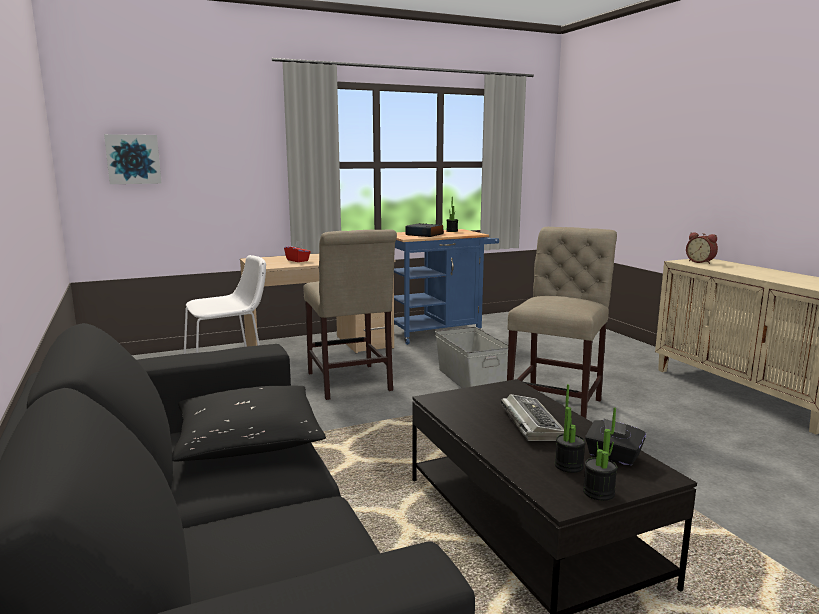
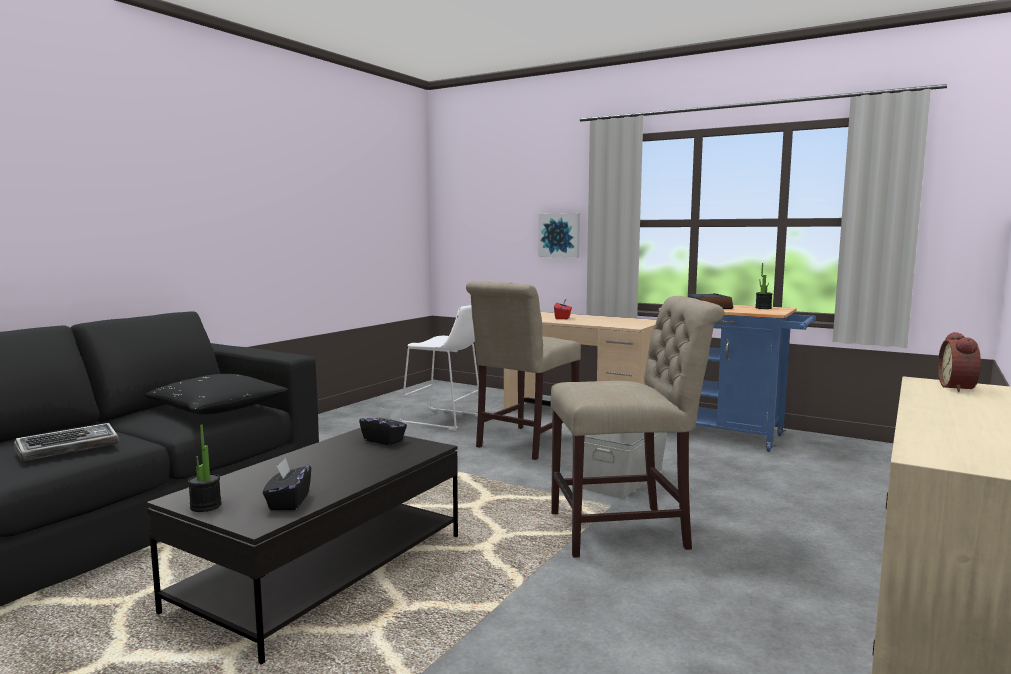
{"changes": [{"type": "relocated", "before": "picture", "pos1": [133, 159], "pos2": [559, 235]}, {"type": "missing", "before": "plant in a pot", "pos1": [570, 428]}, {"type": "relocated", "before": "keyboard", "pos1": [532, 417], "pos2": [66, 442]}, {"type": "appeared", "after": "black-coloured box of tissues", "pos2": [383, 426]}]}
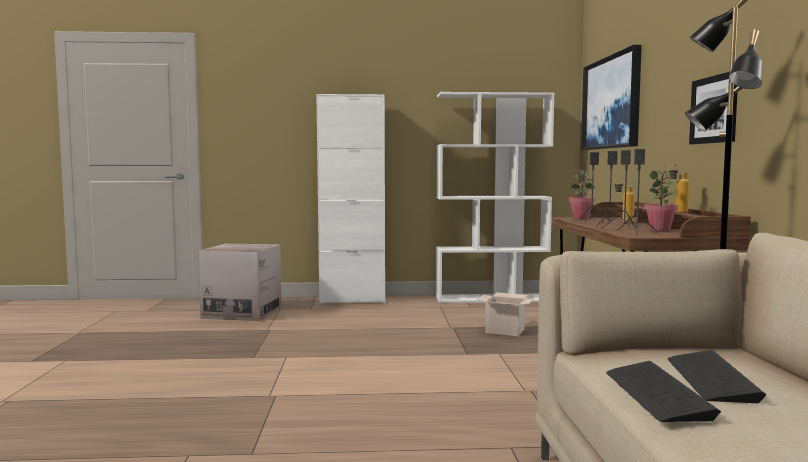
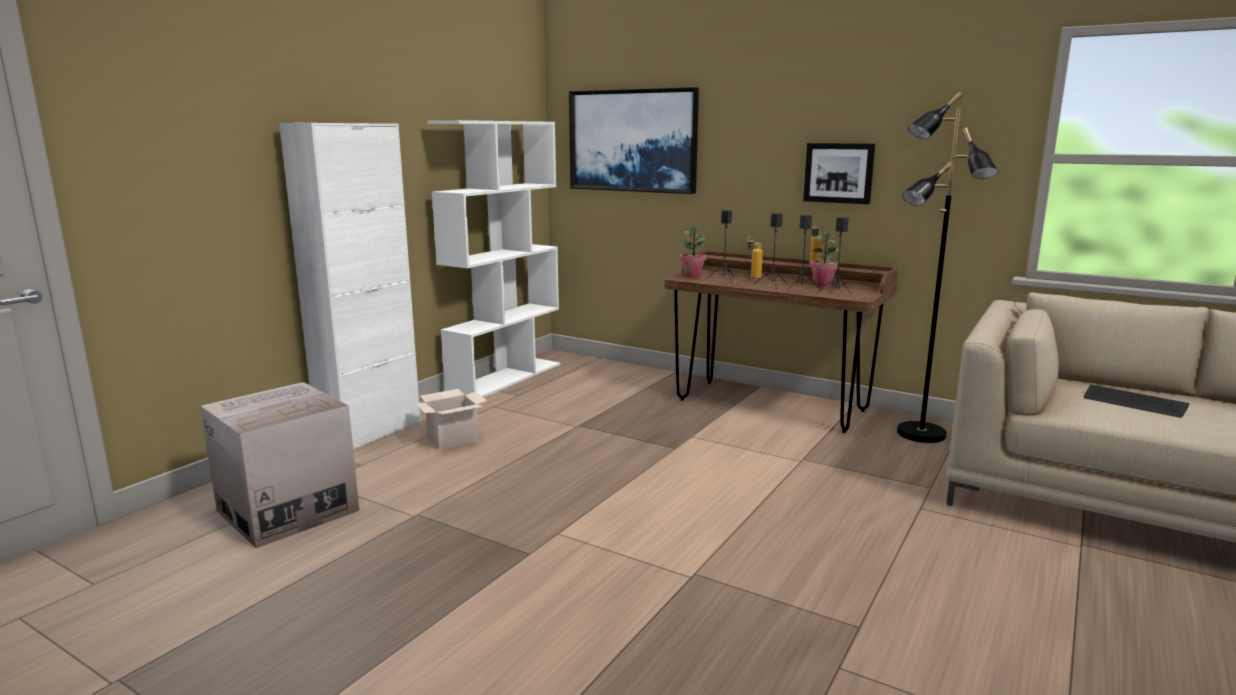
{"changes": [{"type": "relocated", "before": "carton", "pos1": [505, 314], "pos2": [450, 419]}, {"type": "missing", "before": "keyboard", "pos1": [663, 391]}]}
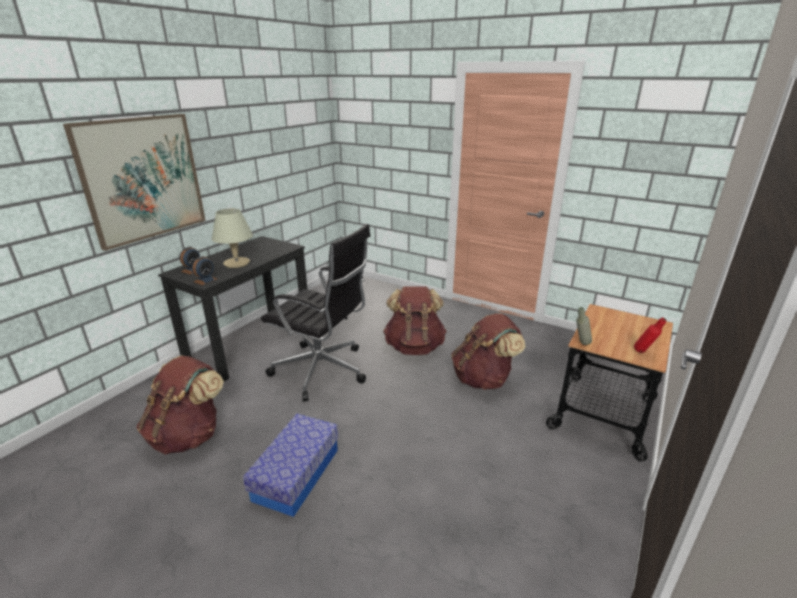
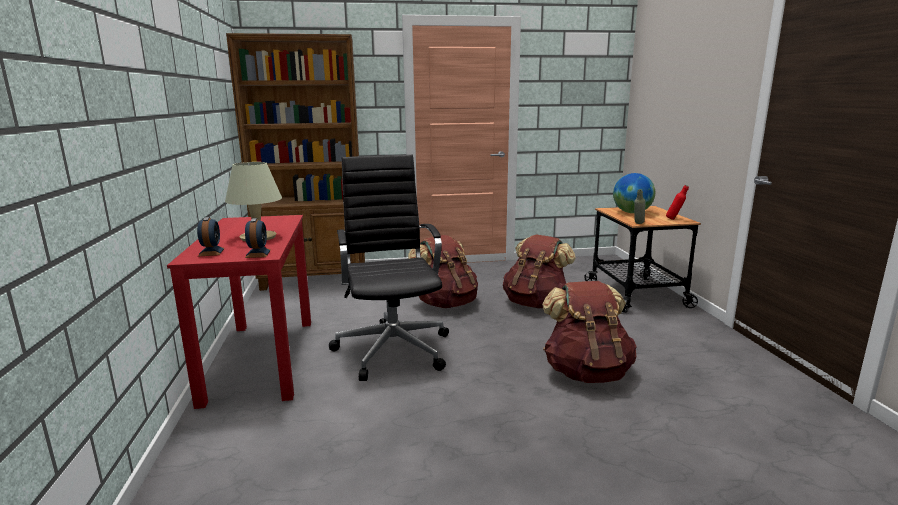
{"changes": [{"type": "missing", "before": "picture", "pos1": [134, 182]}, {"type": "spun", "before": "black-coloured computer chair", "pos1": [315, 313], "pos2": [389, 268], "turn": -90}, {"type": "colour", "before": "black-coloured desk table", "after": "red-coloured desk table", "pos1": [232, 309], "pos2": [239, 312]}, {"type": "relocated", "before": "brown knapsack", "pos1": [180, 404], "pos2": [589, 332]}, {"type": "missing", "before": "storage bin", "pos1": [291, 465]}, {"type": "appeared", "after": "brown bookshelf", "pos2": [295, 162]}, {"type": "appeared", "after": "globe", "pos2": [634, 193]}]}
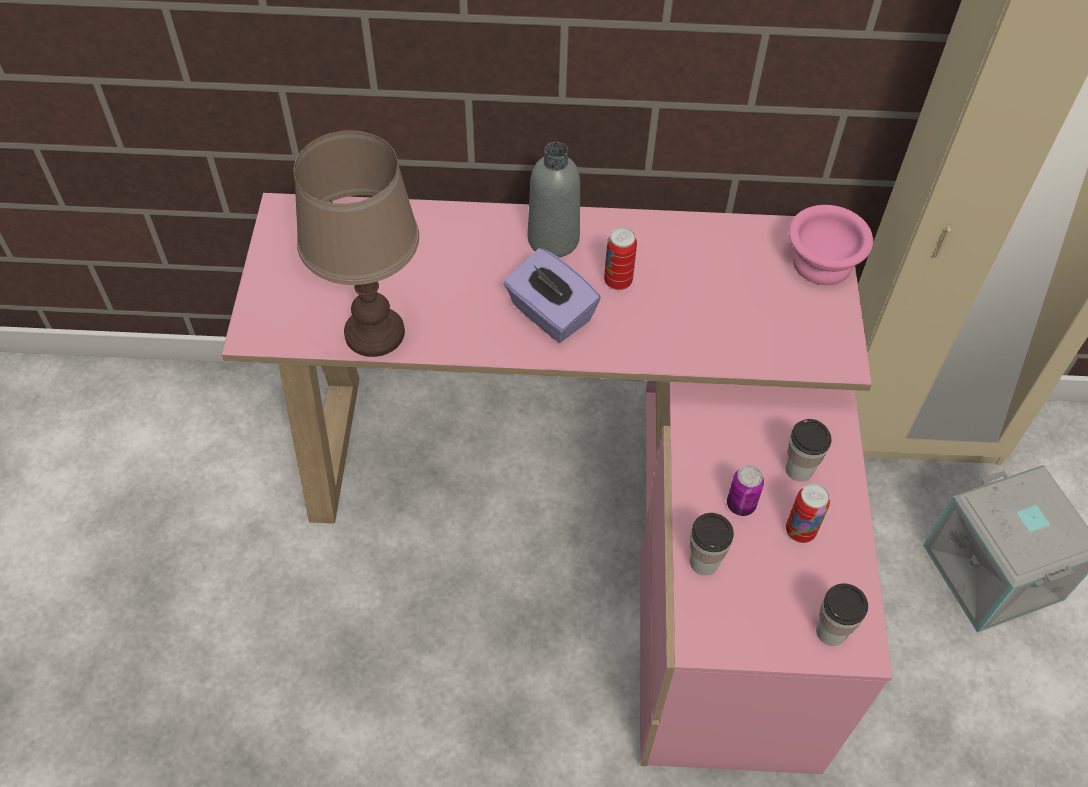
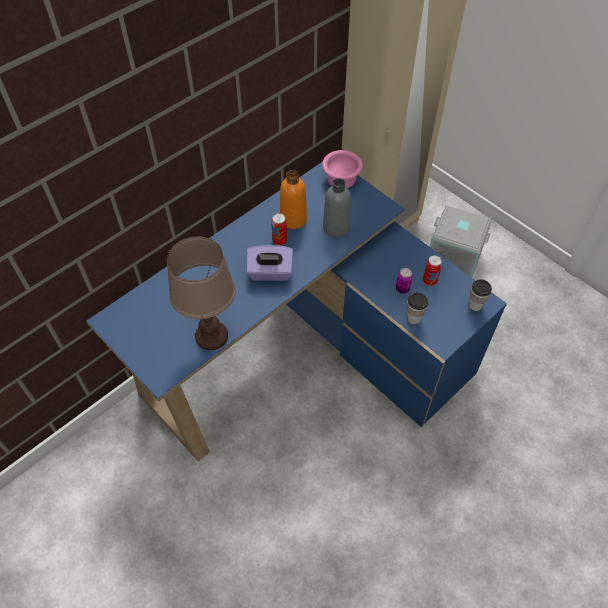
{"changes": [{"type": "relocated", "before": "gray bottle", "pos1": [554, 199], "pos2": [337, 207]}, {"type": "colour", "before": "pink-coloured desk table", "after": "blue desk table", "pos1": [557, 483], "pos2": [296, 312]}, {"type": "missing", "before": "small cup", "pos1": [808, 450]}, {"type": "appeared", "after": "orangey bottle", "pos2": [293, 199]}]}
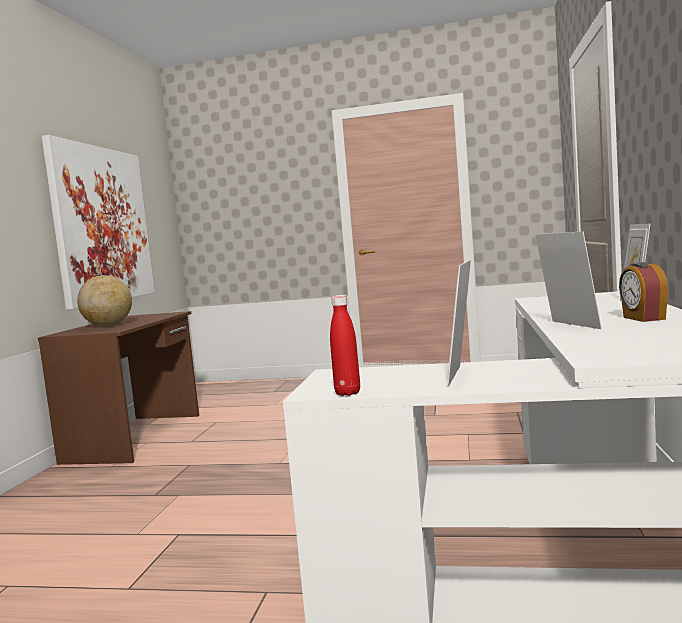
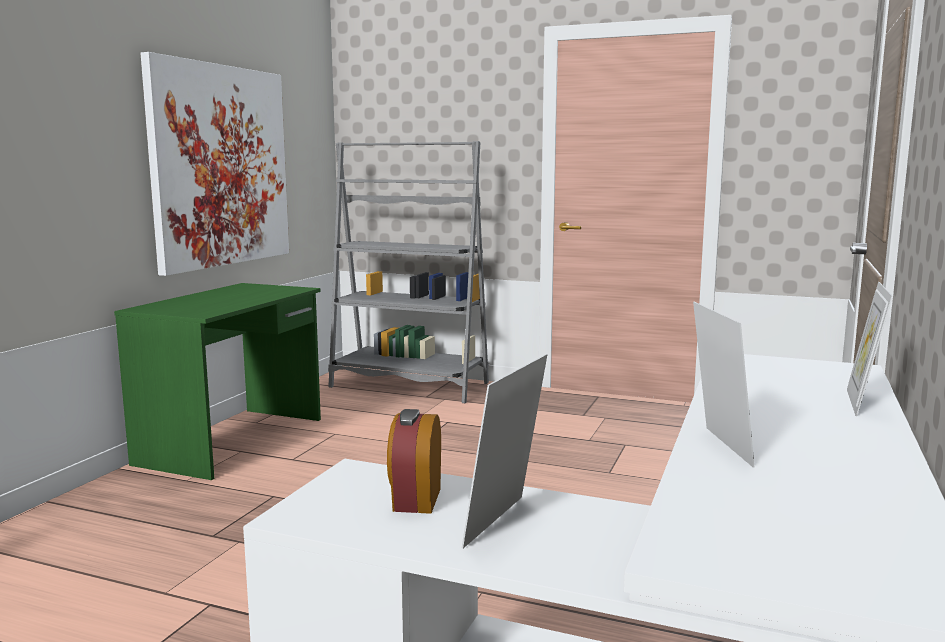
{"changes": [{"type": "relocated", "before": "alarm clock", "pos1": [643, 292], "pos2": [414, 461]}, {"type": "missing", "before": "globe", "pos1": [104, 301]}, {"type": "missing", "before": "red-coloured bottle", "pos1": [345, 345]}, {"type": "colour", "before": "brown desk table", "after": "green-coloured desk table", "pos1": [118, 388], "pos2": [217, 381]}, {"type": "appeared", "after": "gray bookshelf", "pos2": [408, 272]}]}
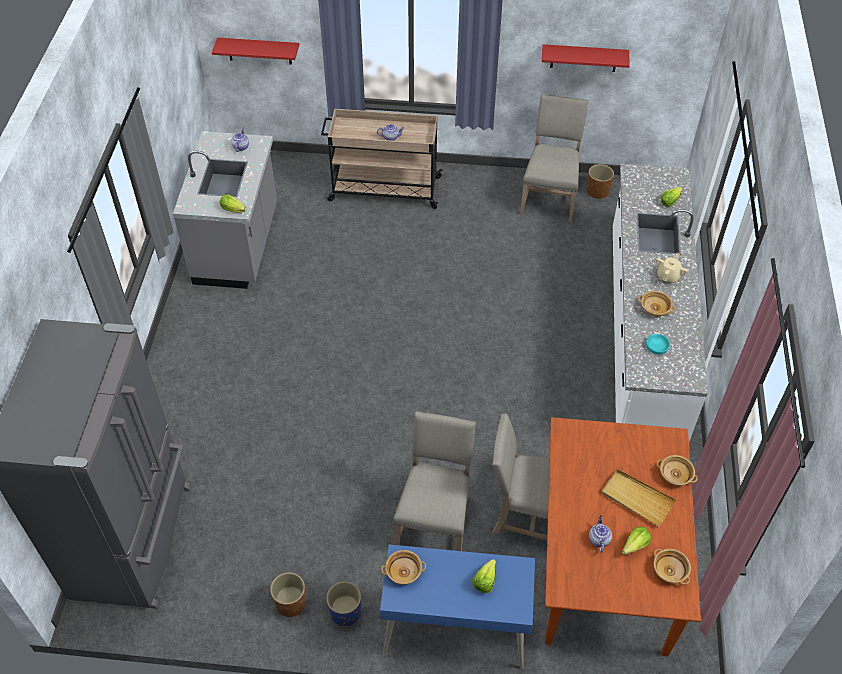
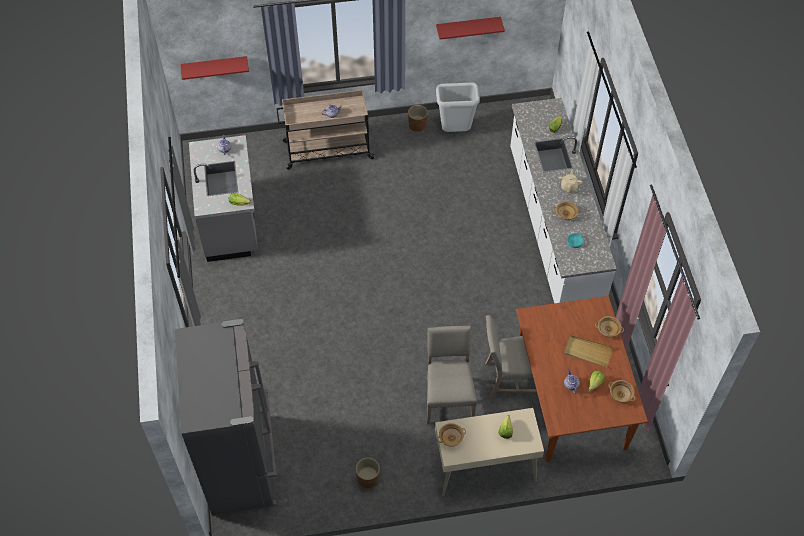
{"changes": [{"type": "exchanged", "before": "sand-coloured chair", "after": "gray rubbish bin", "pos1": [554, 158], "pos2": [458, 107]}, {"type": "relocated", "before": "brown flower pot", "pos1": [600, 181], "pos2": [418, 118]}, {"type": "colour", "before": "blue desk table", "after": "sand-coloured desk table", "pos1": [457, 606], "pos2": [489, 452]}, {"type": "missing", "before": "blue flower pot", "pos1": [343, 604]}]}
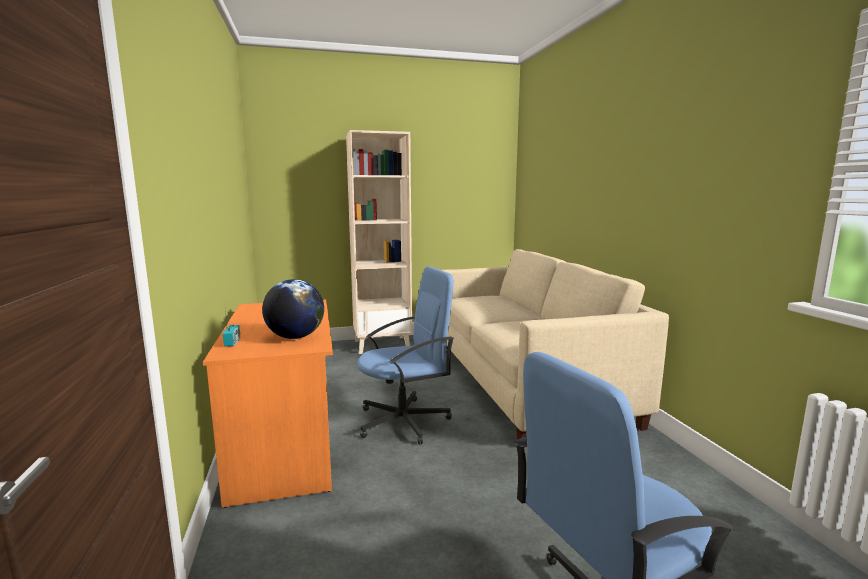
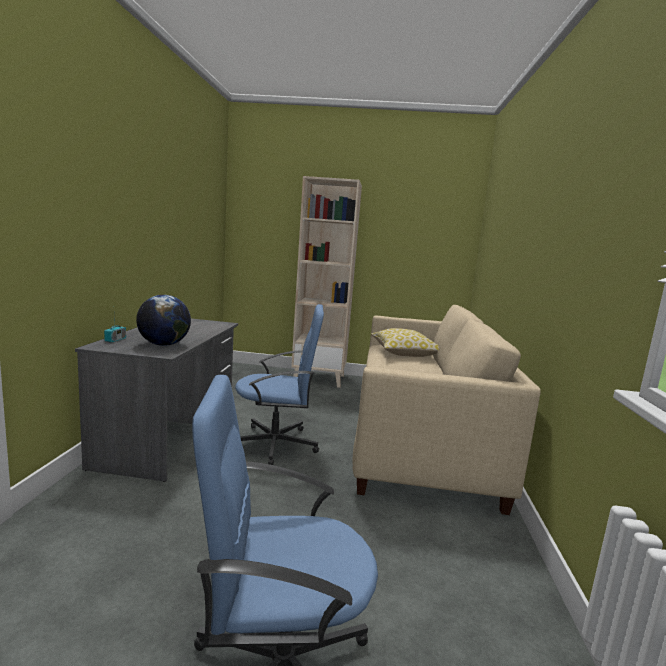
{"changes": [{"type": "colour", "before": "orangey desk table", "after": "gray desk table", "pos1": [268, 404], "pos2": [156, 400]}, {"type": "appeared", "after": "pillow", "pos2": [405, 342]}]}
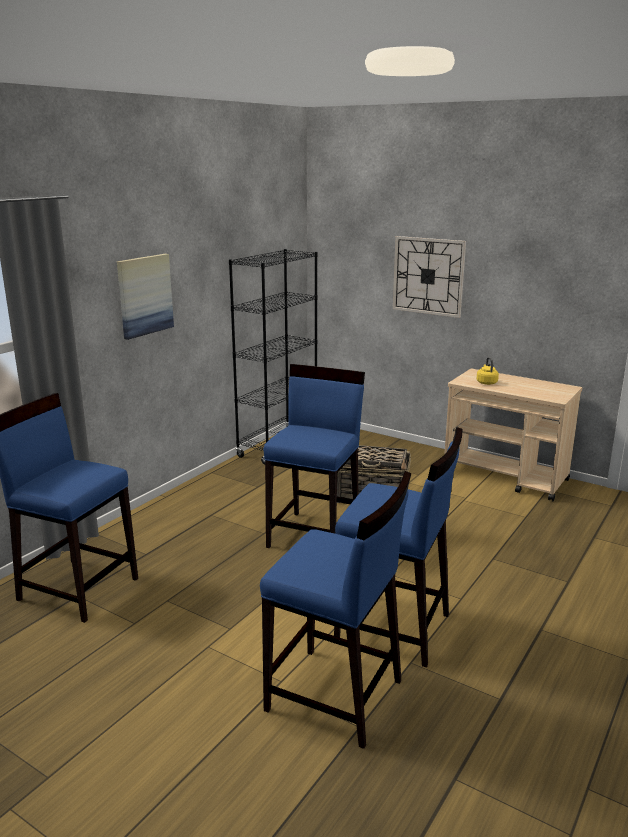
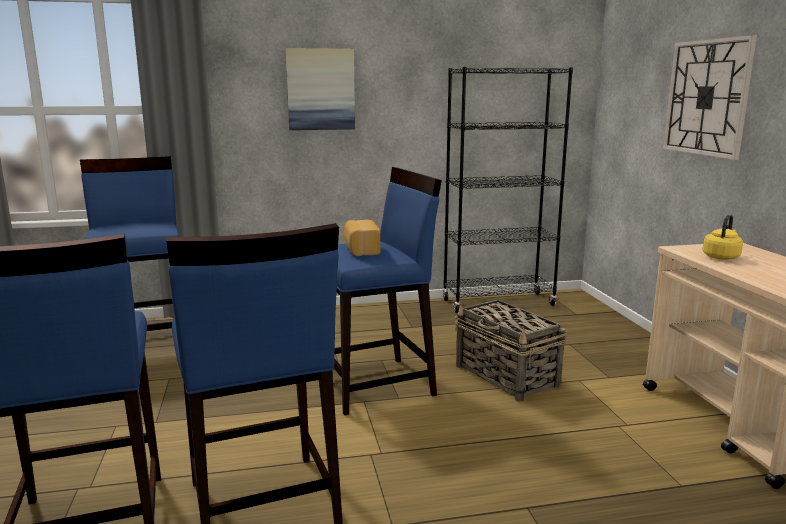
{"changes": [{"type": "appeared", "after": "bakery bread", "pos2": [362, 238]}]}
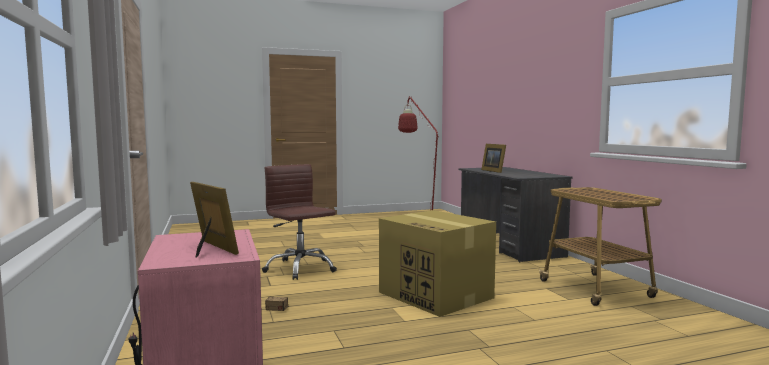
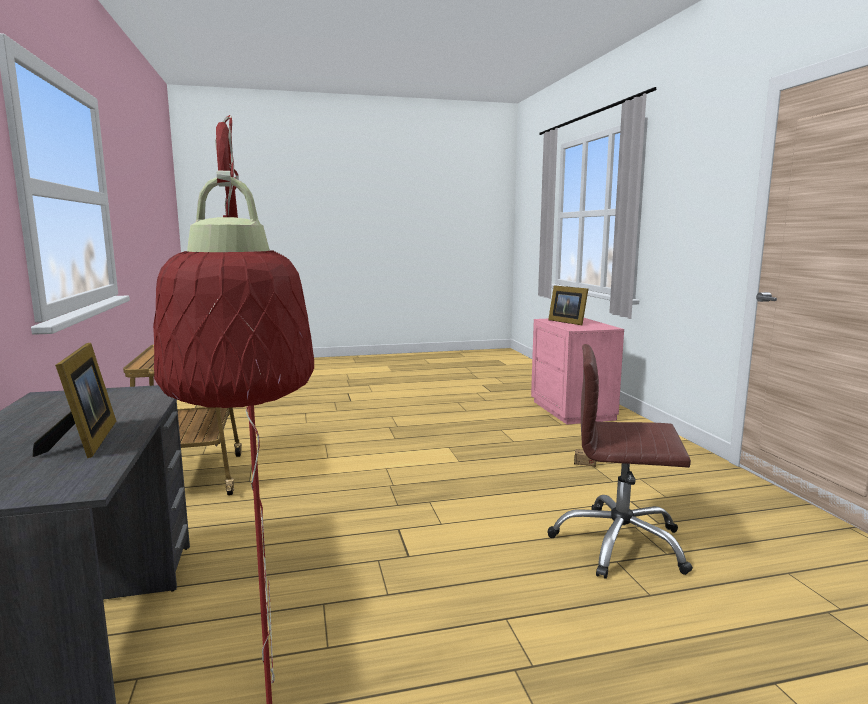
{"changes": [{"type": "spun", "before": "brown computer chair", "pos1": [299, 222], "pos2": [620, 461], "turn": 135}, {"type": "missing", "before": "carton", "pos1": [437, 263]}]}
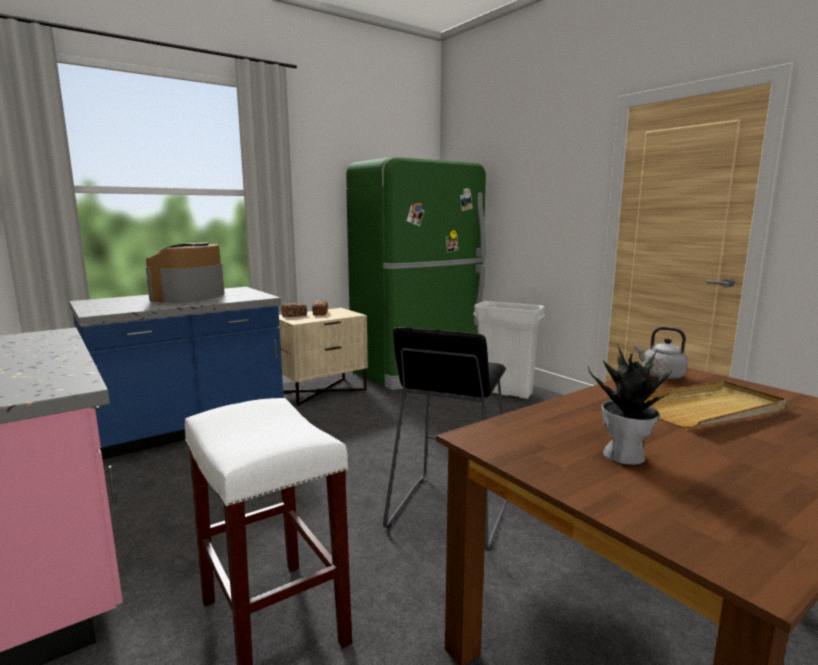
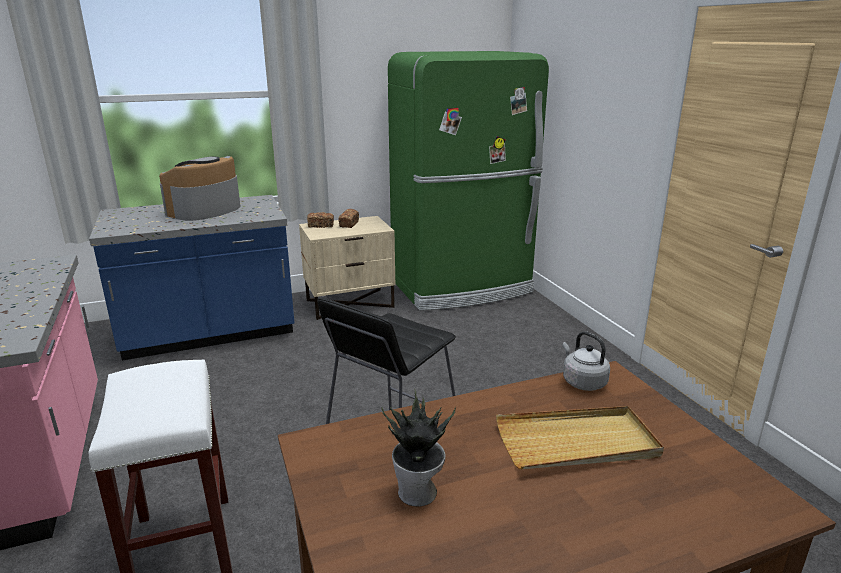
{"changes": [{"type": "missing", "before": "whitish rubbish bin", "pos1": [509, 350]}]}
